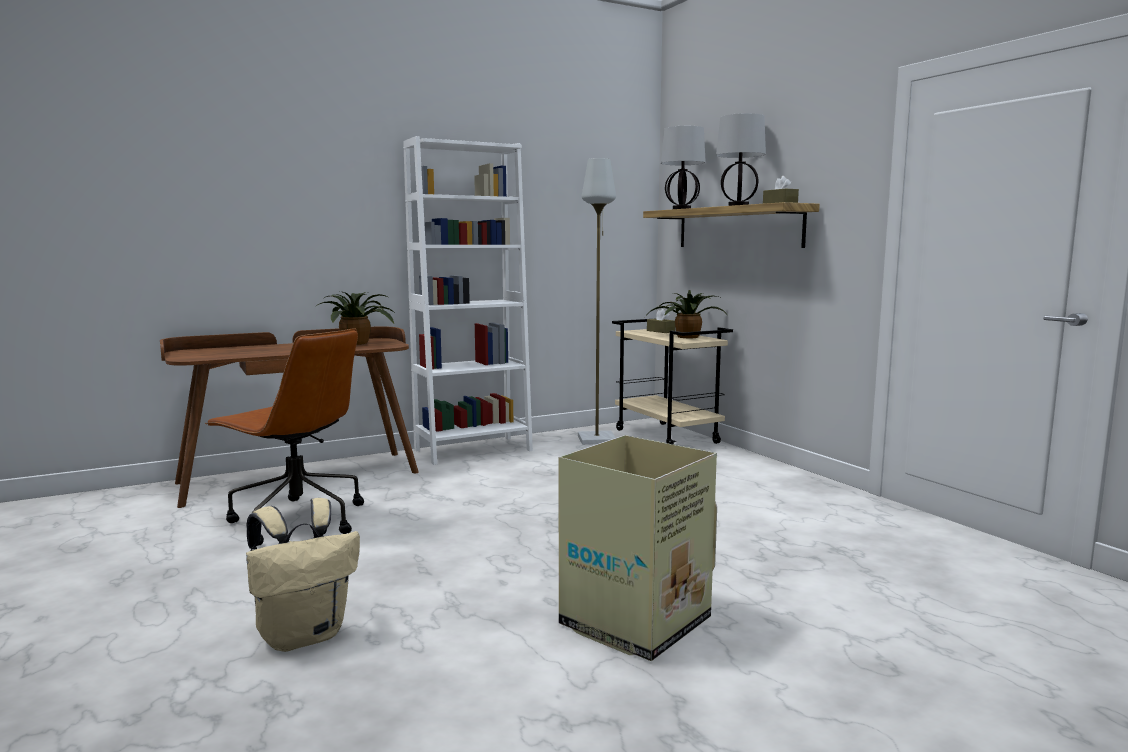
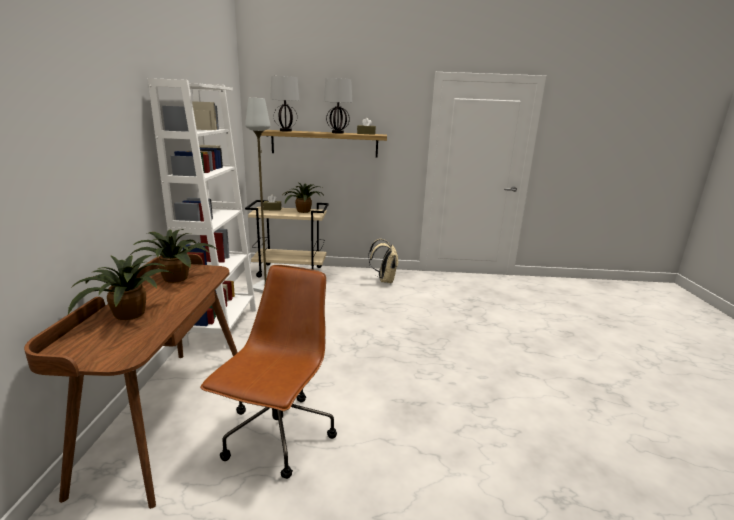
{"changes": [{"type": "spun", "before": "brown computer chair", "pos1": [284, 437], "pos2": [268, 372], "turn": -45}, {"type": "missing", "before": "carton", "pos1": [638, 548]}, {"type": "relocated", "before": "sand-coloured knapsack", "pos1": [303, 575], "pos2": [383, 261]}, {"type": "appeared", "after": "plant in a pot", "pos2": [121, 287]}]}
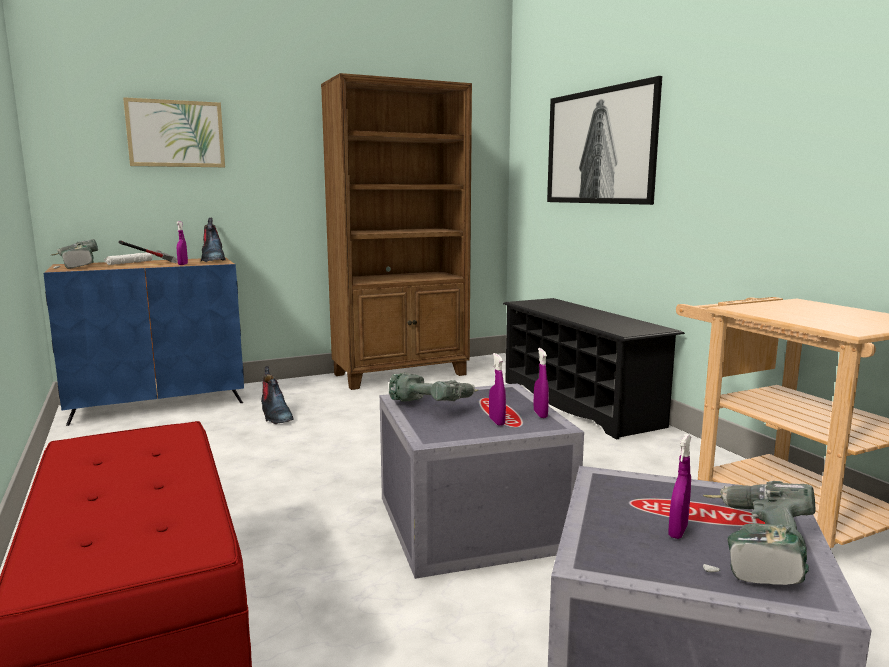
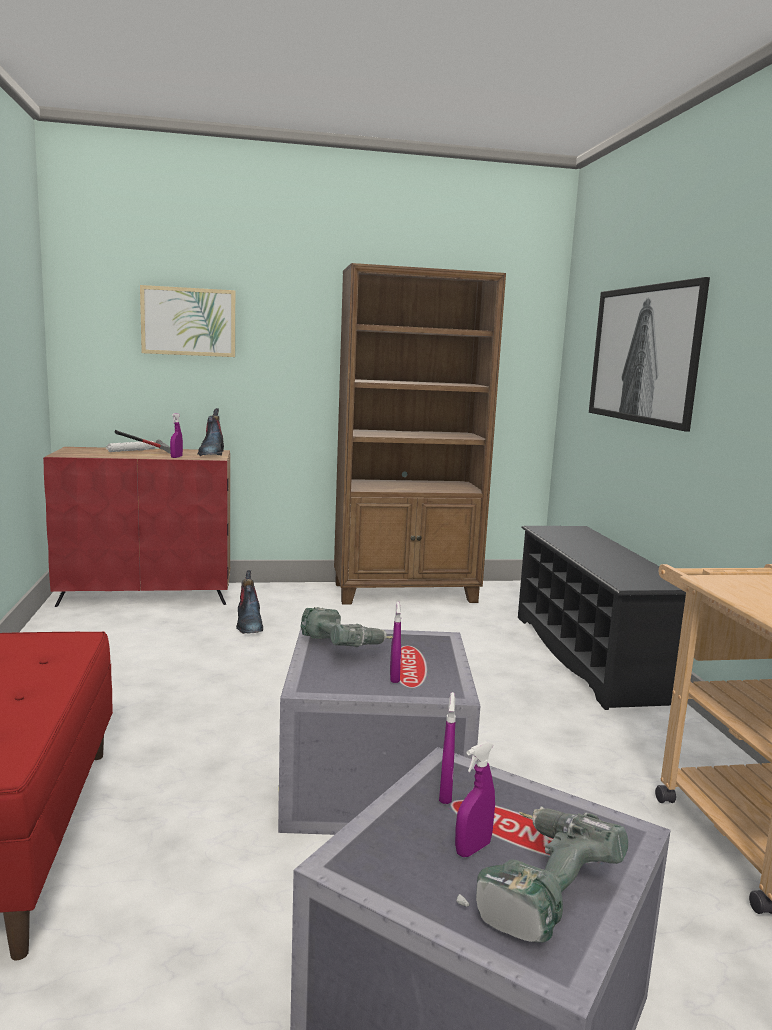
{"changes": [{"type": "missing", "before": "drill", "pos1": [74, 254]}, {"type": "colour", "before": "blue cabinet", "after": "red-coloured cabinet", "pos1": [143, 341], "pos2": [136, 527]}, {"type": "relocated", "before": "purple-coloured sprayer", "pos1": [541, 383], "pos2": [447, 748]}]}
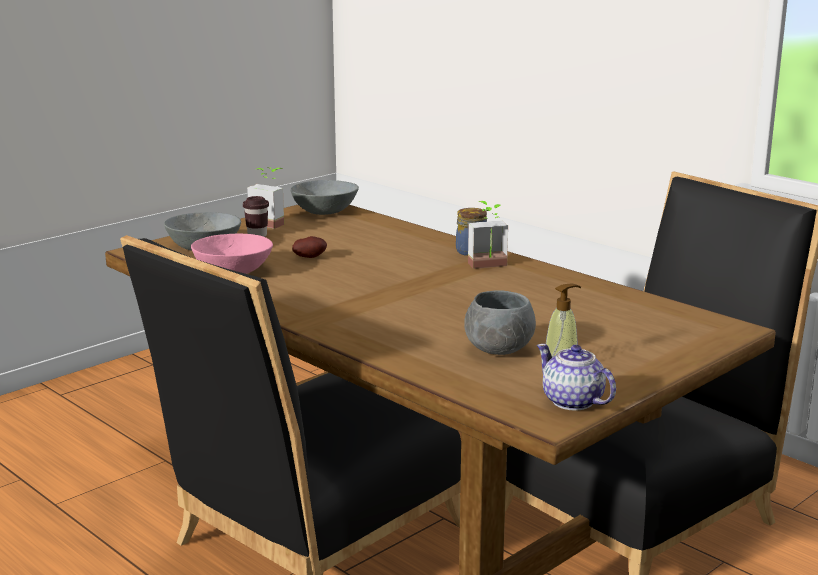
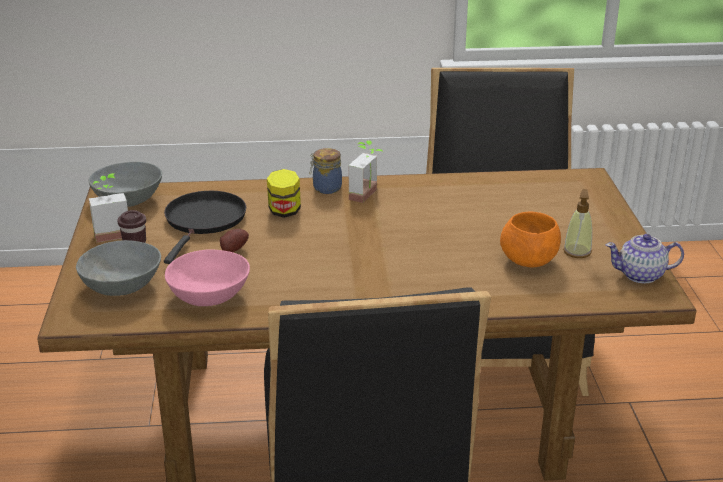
{"changes": [{"type": "colour", "before": "gray serving bowl", "after": "orangey serving bowl", "pos1": [500, 322], "pos2": [530, 239]}, {"type": "appeared", "after": "jar", "pos2": [284, 193]}, {"type": "appeared", "after": "black-coloured skillet", "pos2": [205, 227]}]}
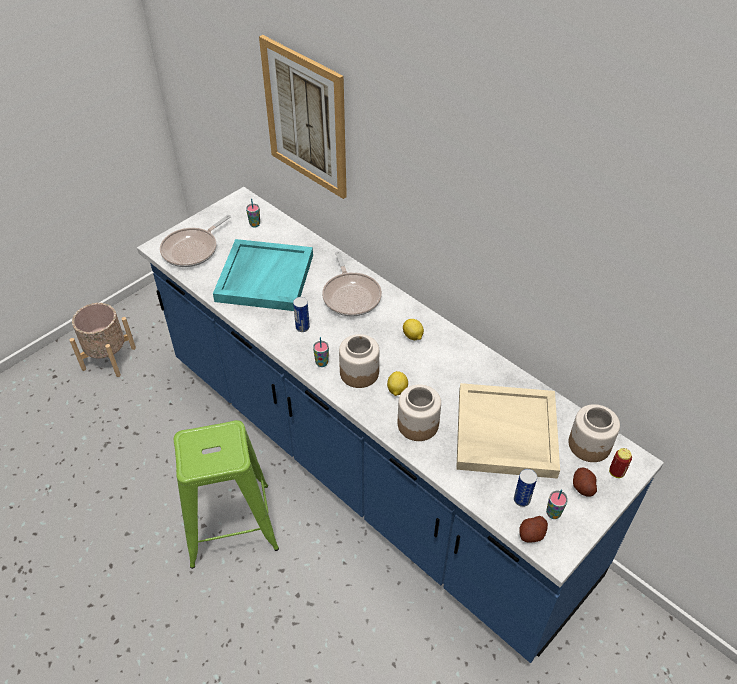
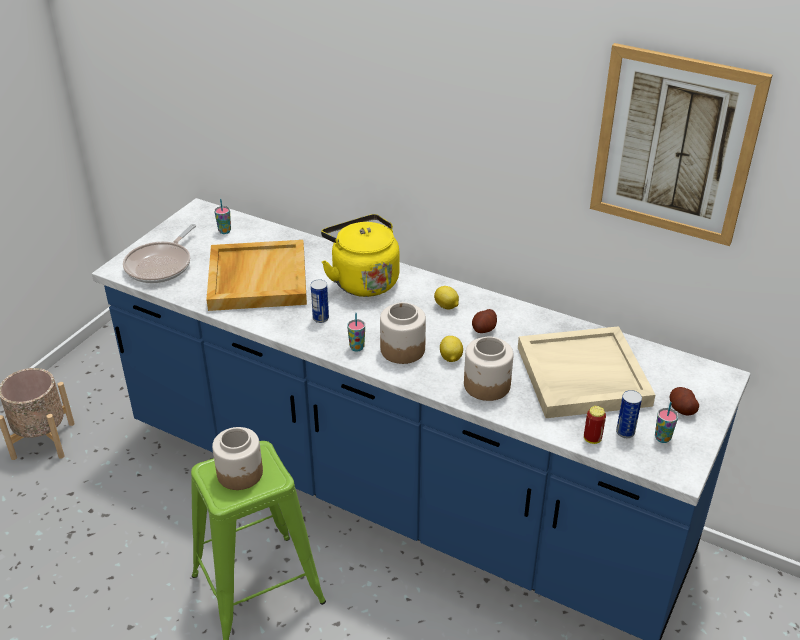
{"changes": [{"type": "relocated", "before": "picture", "pos1": [303, 117], "pos2": [681, 144]}, {"type": "colour", "before": "turquoise-coloured carrying tray", "after": "sand-coloured carrying tray", "pos1": [263, 275], "pos2": [256, 275]}, {"type": "exchanged", "before": "skillet", "after": "yellow water kettle", "pos1": [352, 284], "pos2": [360, 255]}, {"type": "relocated", "before": "jar", "pos1": [594, 433], "pos2": [237, 458]}, {"type": "relocated", "before": "can", "pos1": [620, 463], "pos2": [595, 425]}, {"type": "relocated", "before": "spud", "pos1": [533, 529], "pos2": [484, 321]}]}
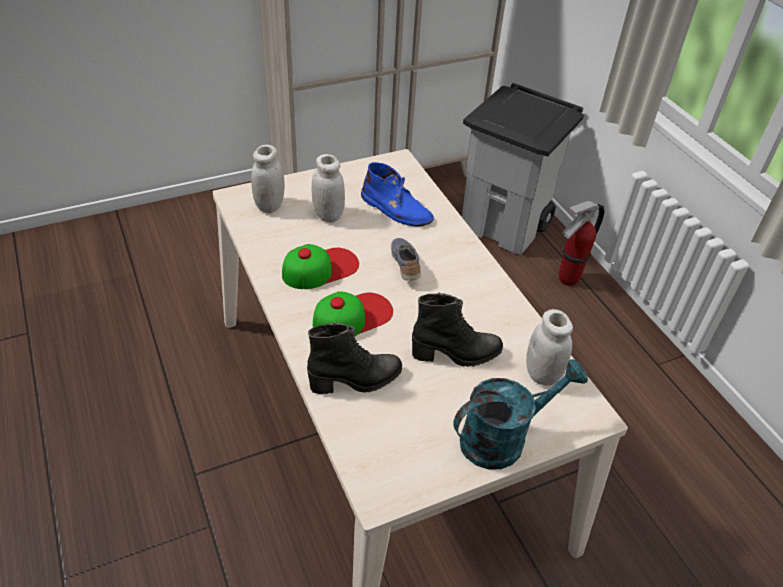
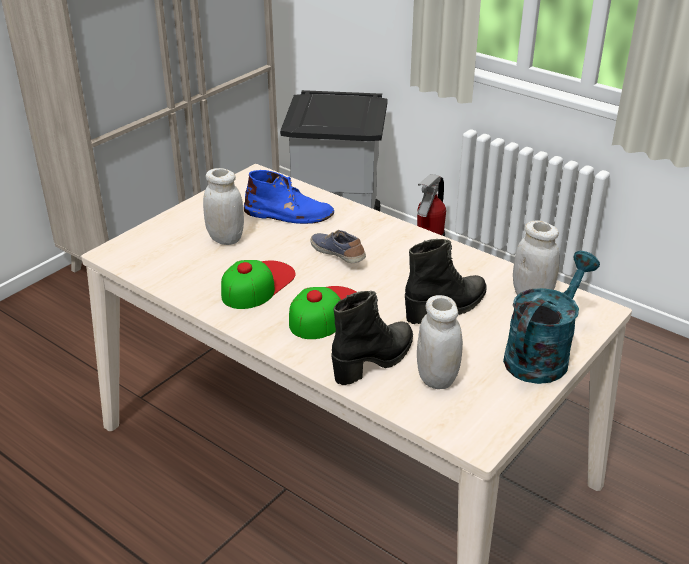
{"changes": [{"type": "relocated", "before": "whitish jar", "pos1": [268, 179], "pos2": [440, 342]}]}
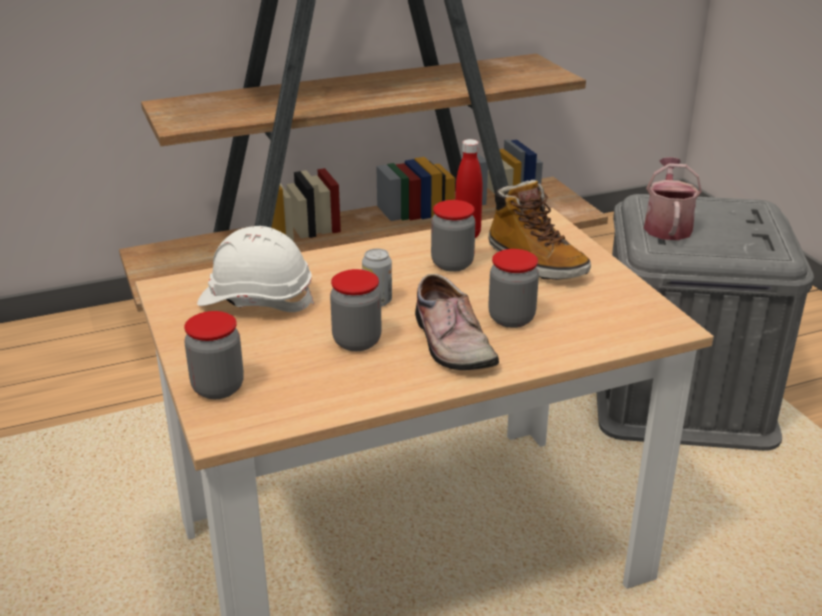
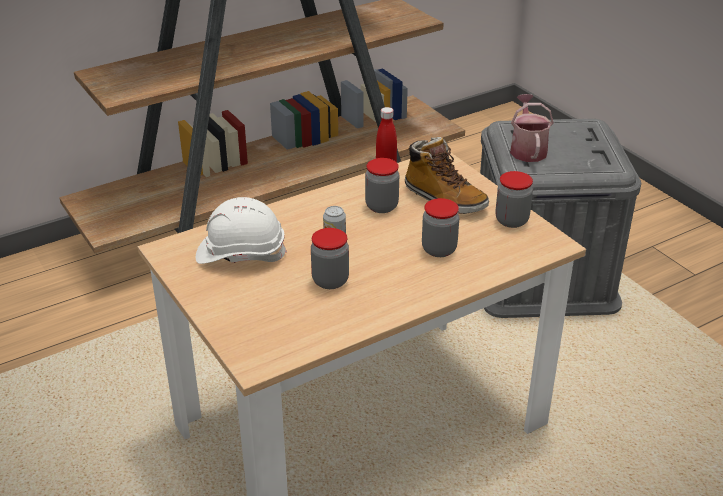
{"changes": [{"type": "missing", "before": "shoe", "pos1": [457, 322]}, {"type": "relocated", "before": "jar", "pos1": [214, 355], "pos2": [514, 199]}]}
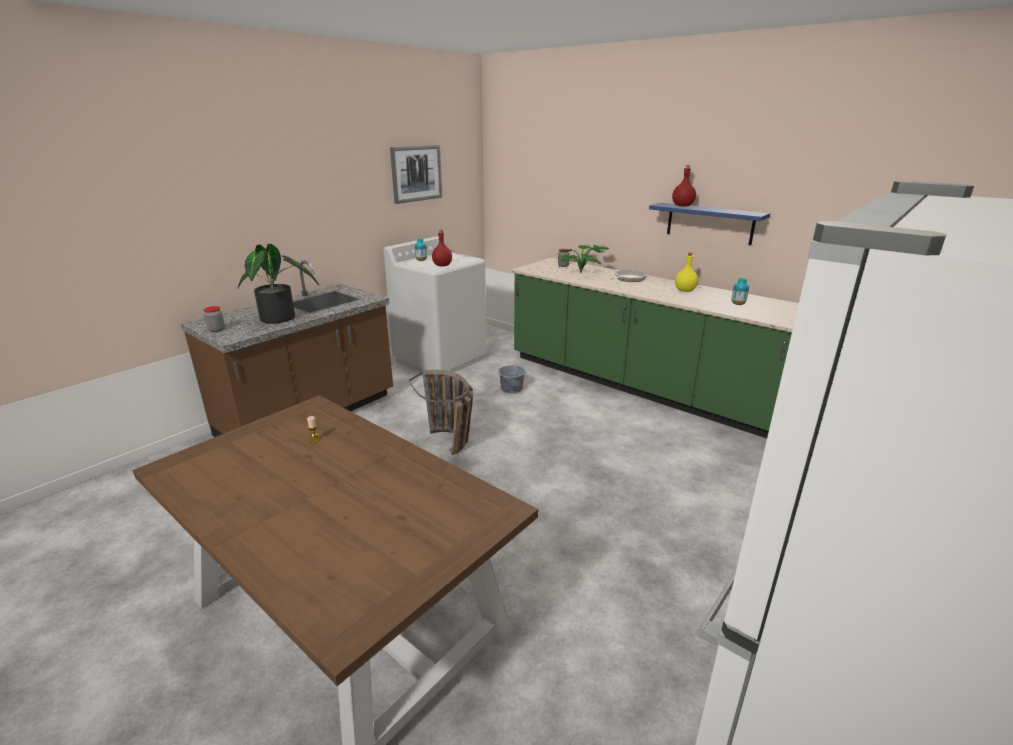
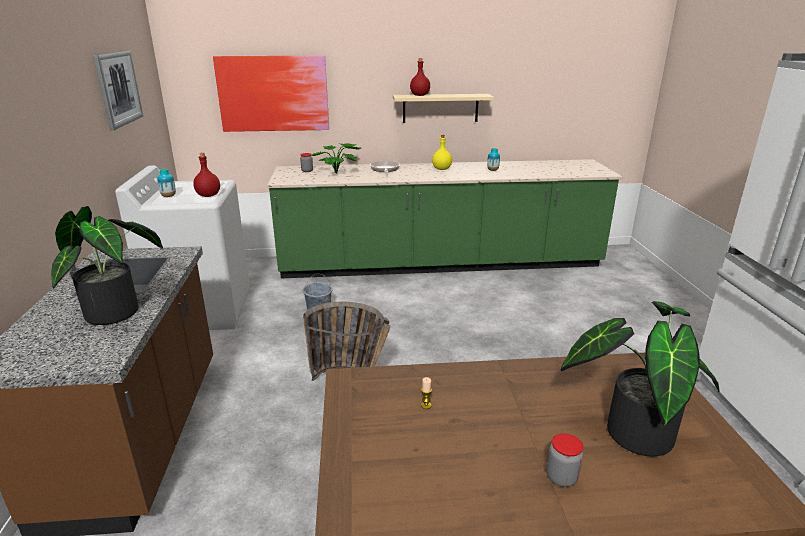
{"changes": [{"type": "colour", "before": "blue wall shelf", "after": "sand-coloured wall shelf", "pos1": [709, 224], "pos2": [443, 108]}, {"type": "relocated", "before": "jar", "pos1": [214, 319], "pos2": [565, 460]}, {"type": "appeared", "after": "picture", "pos2": [271, 94]}, {"type": "appeared", "after": "plant in a pot", "pos2": [640, 378]}]}
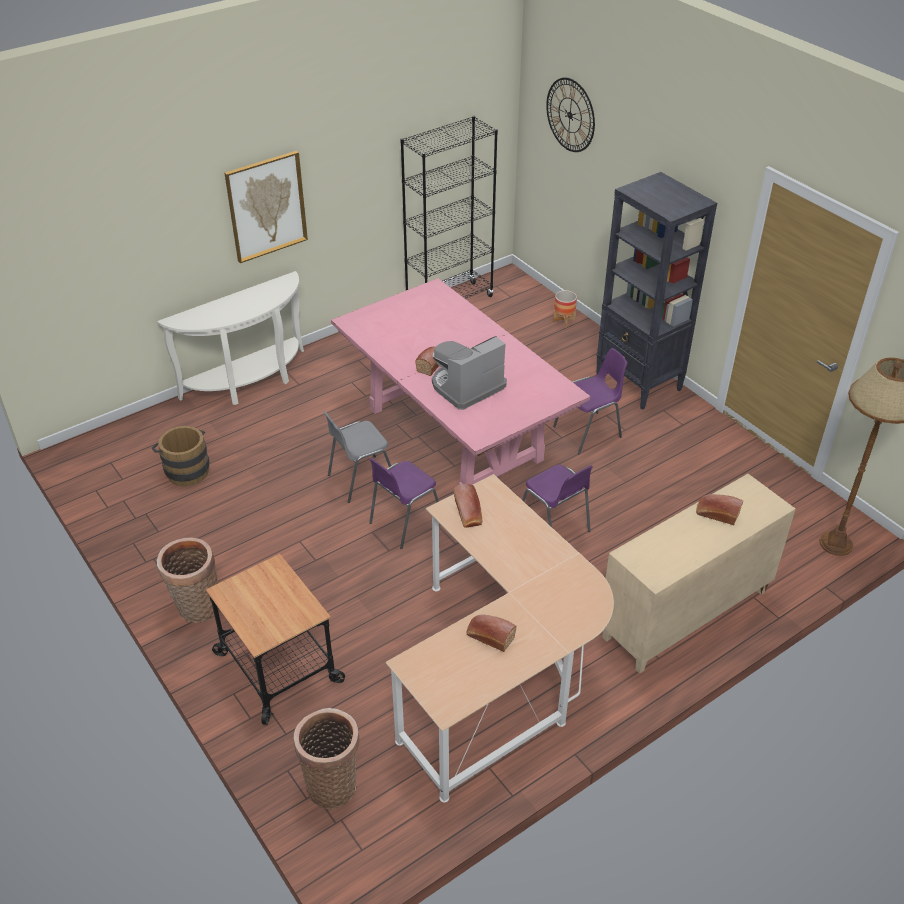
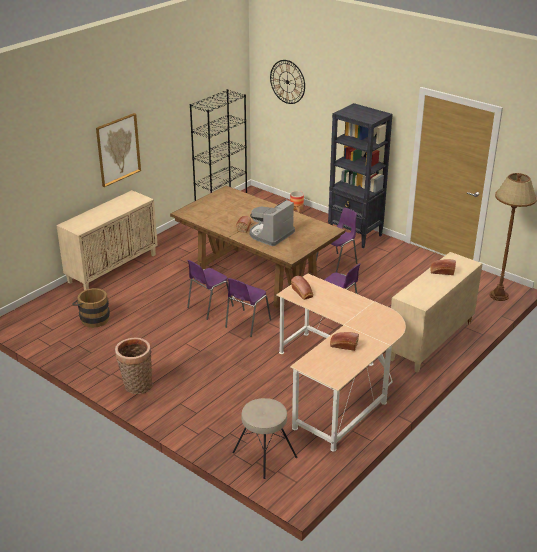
{"changes": [{"type": "exchanged", "before": "whitish hall table", "after": "sand-coloured cabinet", "pos1": [230, 338], "pos2": [107, 240]}, {"type": "colour", "before": "pink-coloured dinner table", "after": "brown dinner table", "pos1": [460, 381], "pos2": [257, 247]}, {"type": "colour", "before": "gray chair", "after": "purple-coloured chair", "pos1": [357, 457], "pos2": [210, 290]}, {"type": "missing", "before": "cart", "pos1": [275, 639]}, {"type": "exchanged", "before": "basket", "after": "sand-coloured sitting stool", "pos1": [326, 759], "pos2": [264, 438]}]}
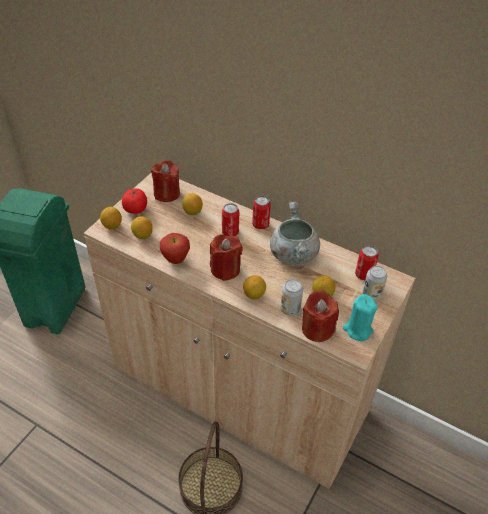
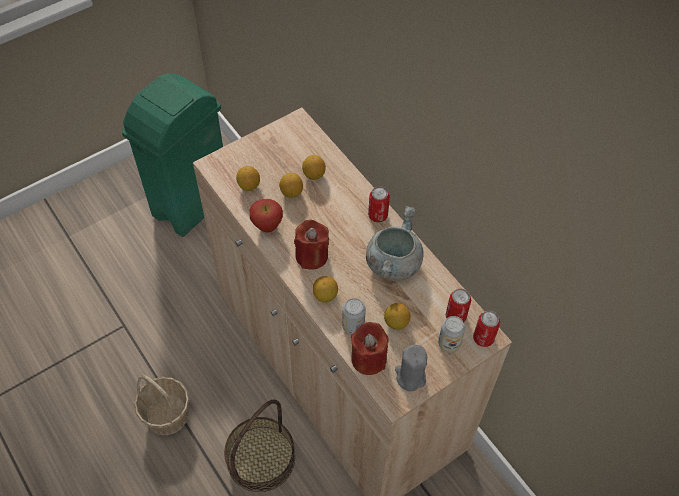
{"changes": [{"type": "missing", "before": "red-coloured wax candle", "pos1": [165, 181]}, {"type": "missing", "before": "fresh tomato", "pos1": [134, 201]}, {"type": "relocated", "before": "can", "pos1": [230, 219], "pos2": [486, 329]}, {"type": "relocated", "before": "lemon", "pos1": [111, 218], "pos2": [291, 185]}, {"type": "colour", "before": "turquoise-coloured wax candle", "after": "gray wax candle", "pos1": [360, 317], "pos2": [411, 368]}, {"type": "appeared", "after": "basket", "pos2": [161, 404]}]}
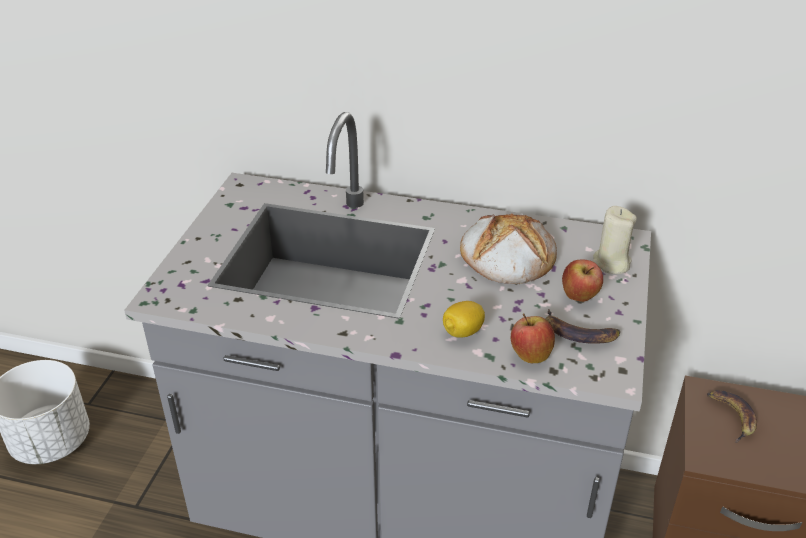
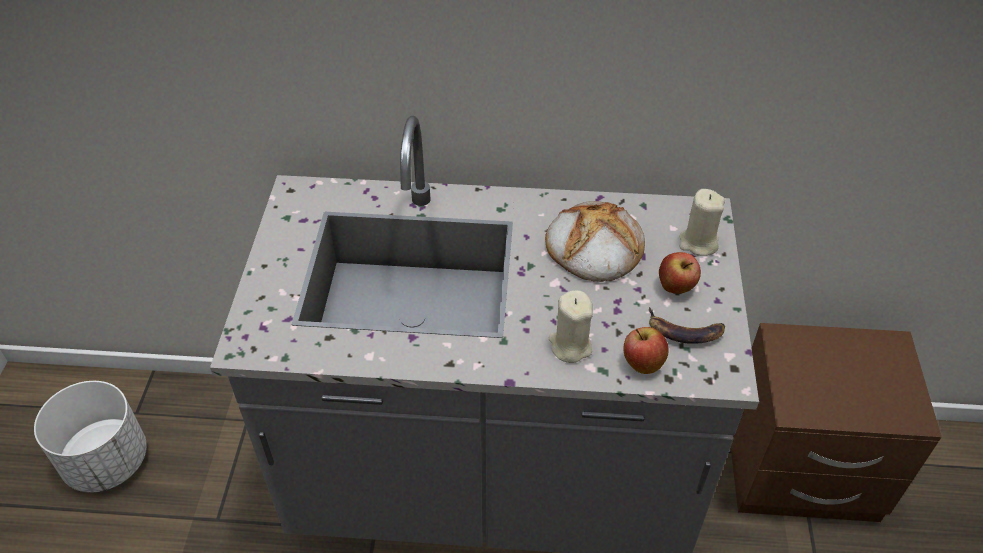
{"changes": [{"type": "exchanged", "before": "lemon", "after": "sand-coloured wax candle", "pos1": [464, 319], "pos2": [571, 326]}, {"type": "missing", "before": "banana", "pos1": [732, 416]}]}
